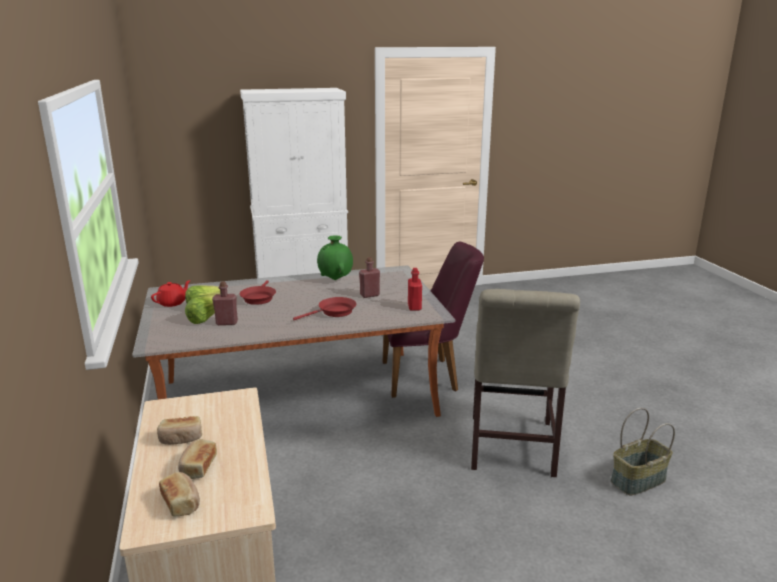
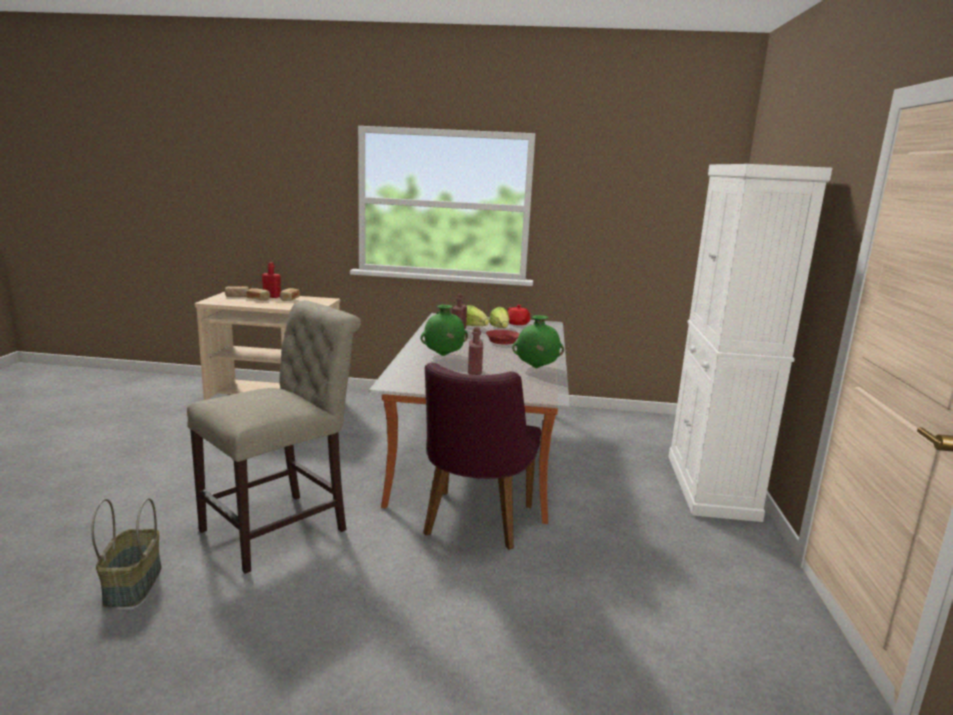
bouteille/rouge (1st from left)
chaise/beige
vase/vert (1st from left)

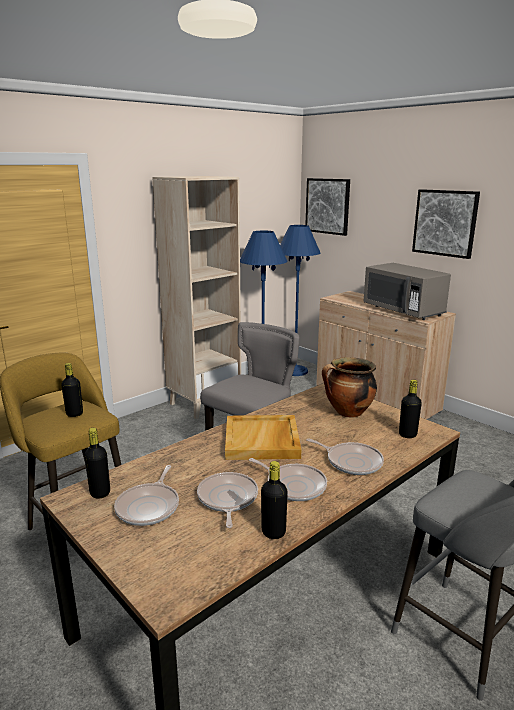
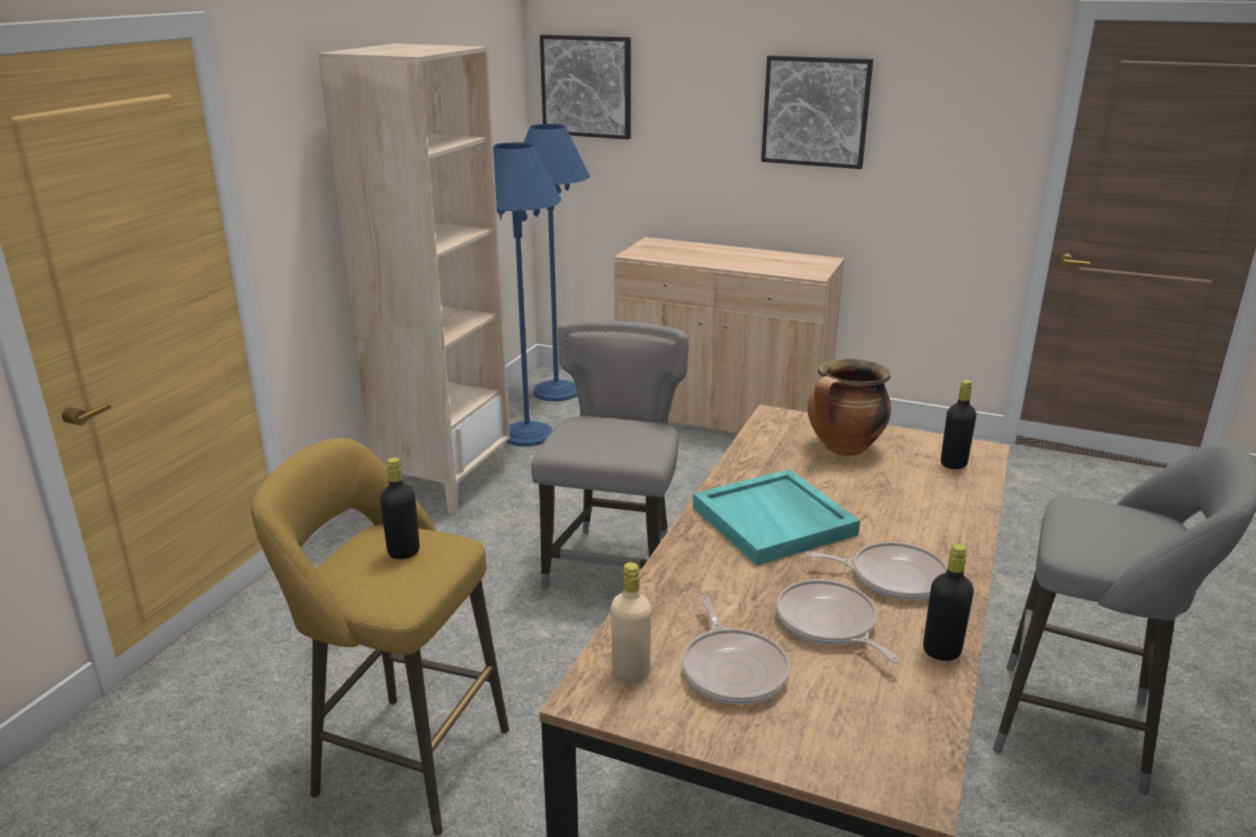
micro-ondes/gris
plateau/turquoise
bouteille/beige
poêle (4th from left in the first image)

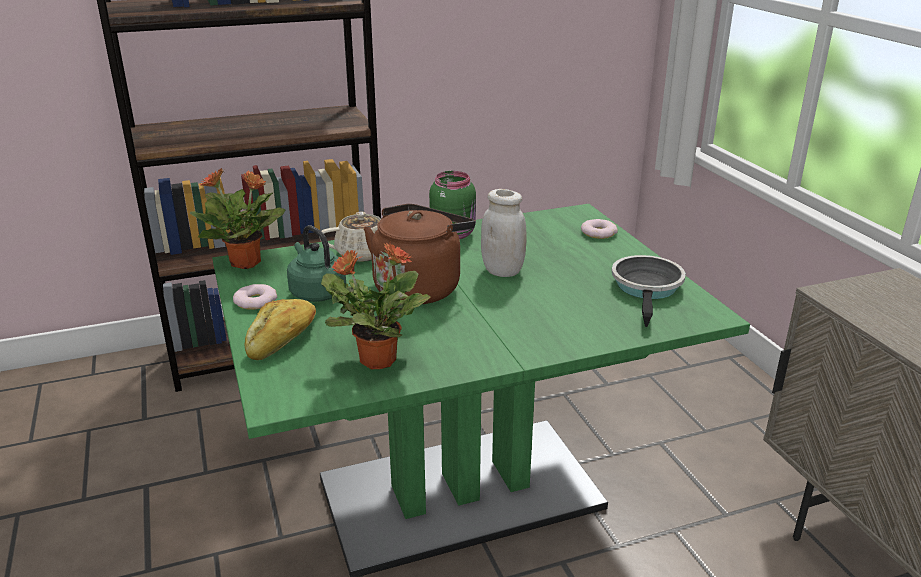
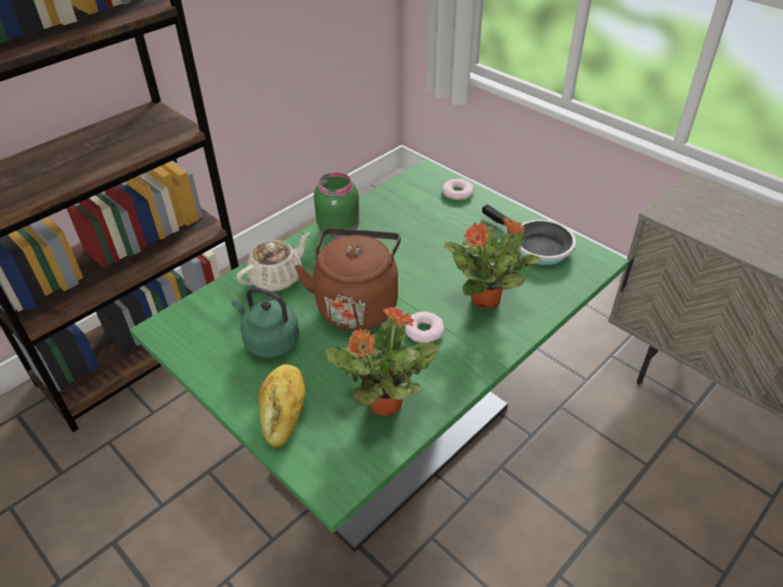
plante en pot (2nd from left)
bocal/blanc
poêle
beignet (1st from left)

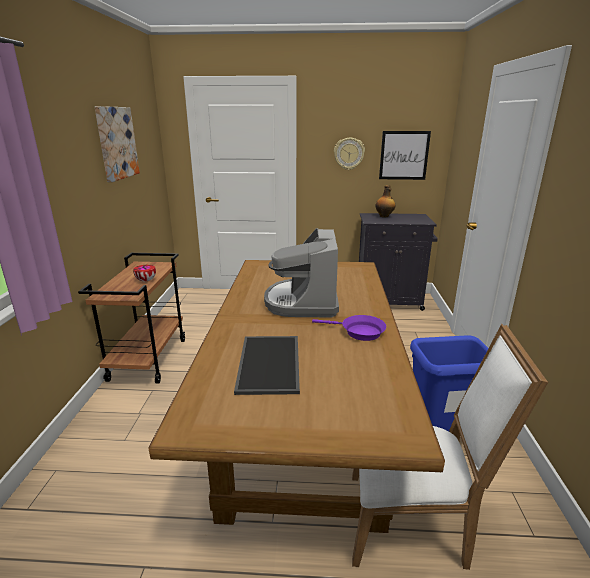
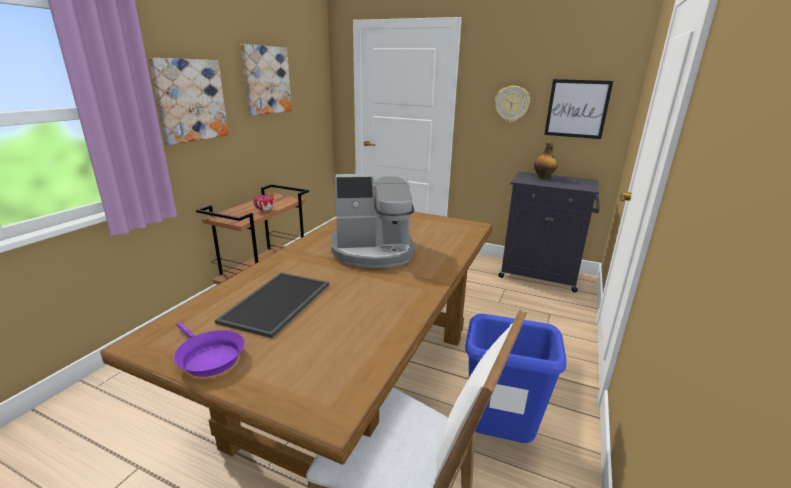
machine à café
poêle/violet
tableau (1st from left)

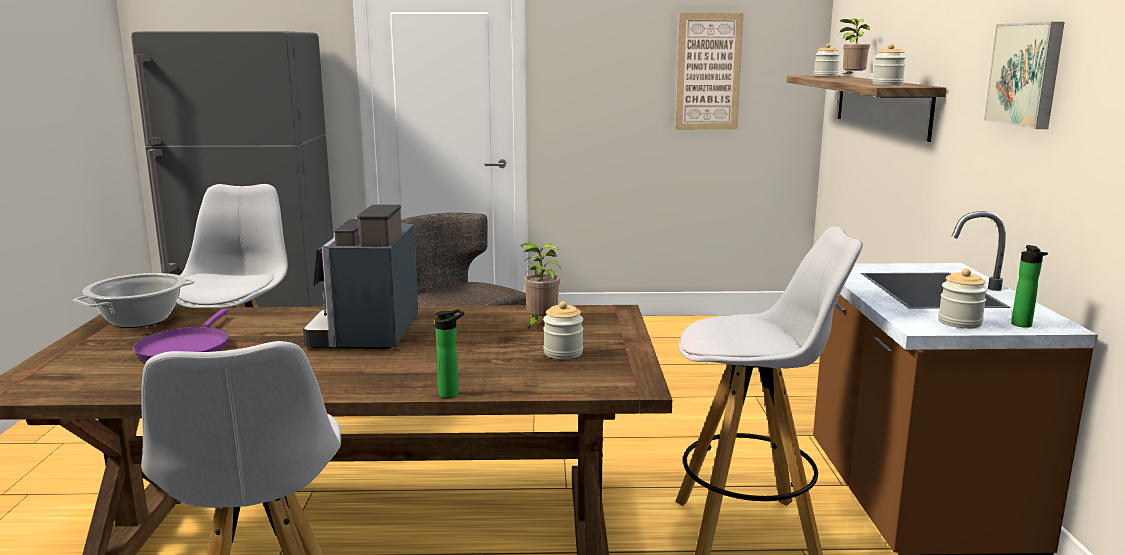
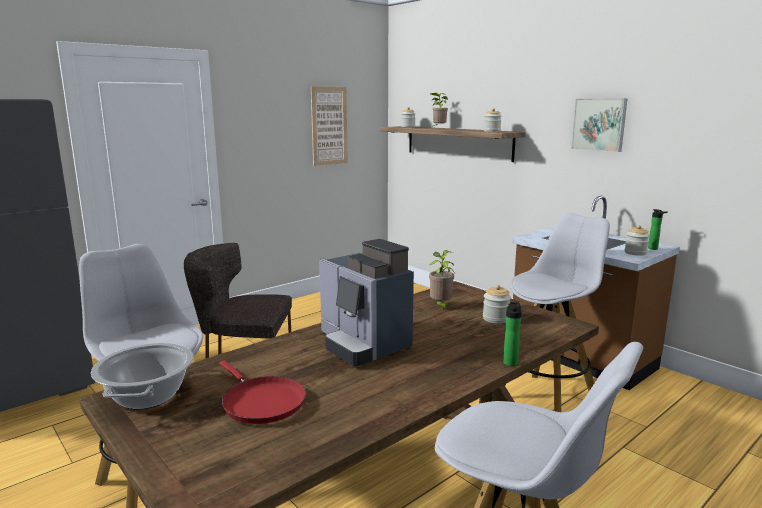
poêle/rouge

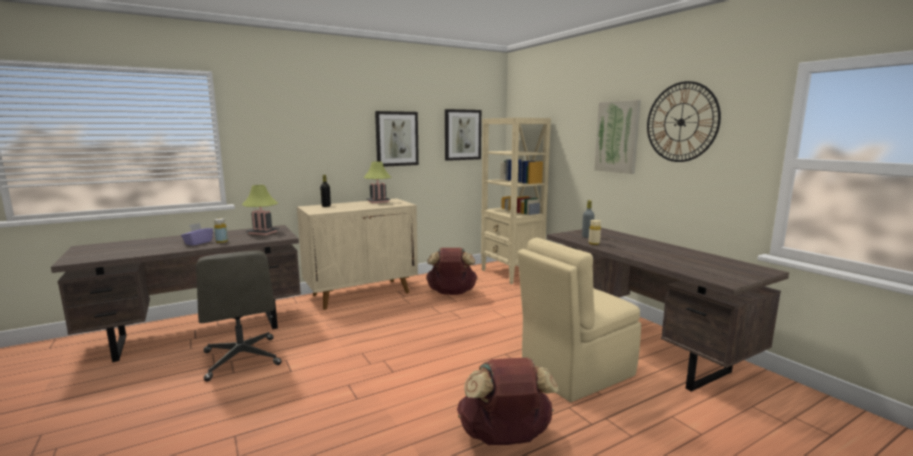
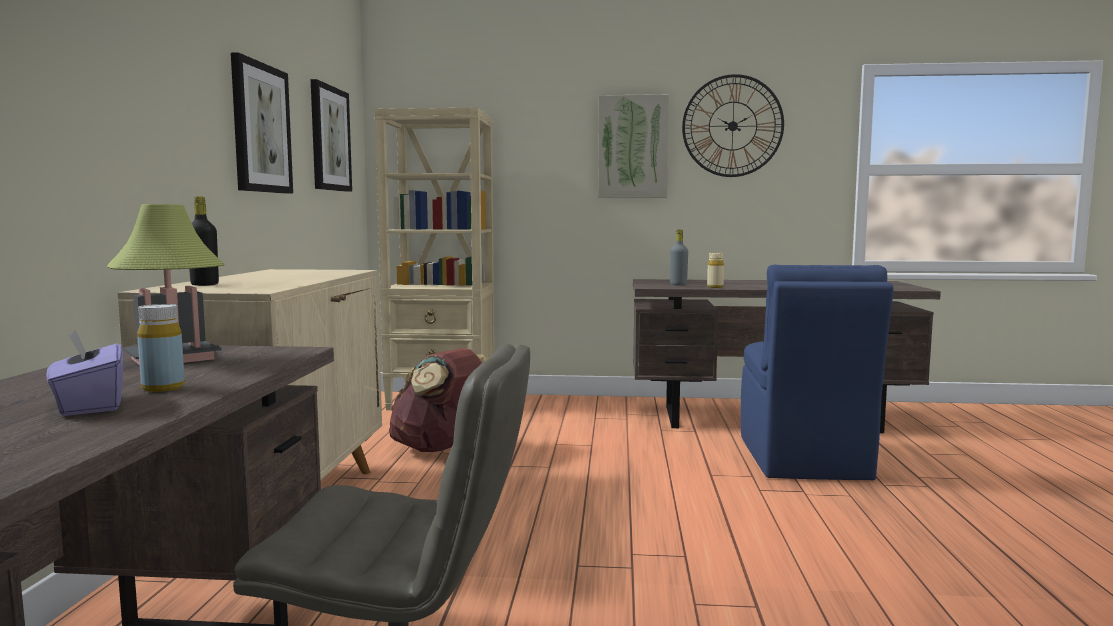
lampe de table (2nd from left in the first image)
chaise/bleu
sac à dos/marron (2nd from left in the first image)

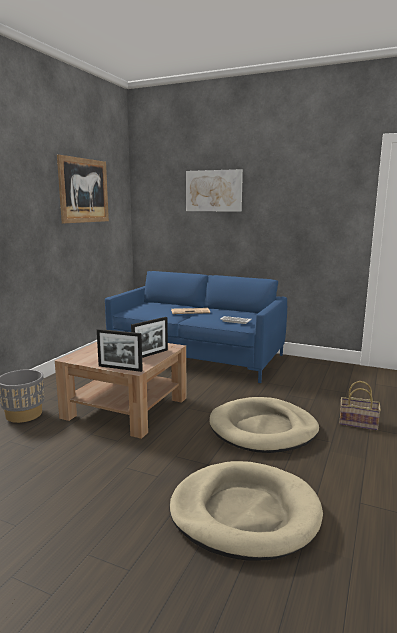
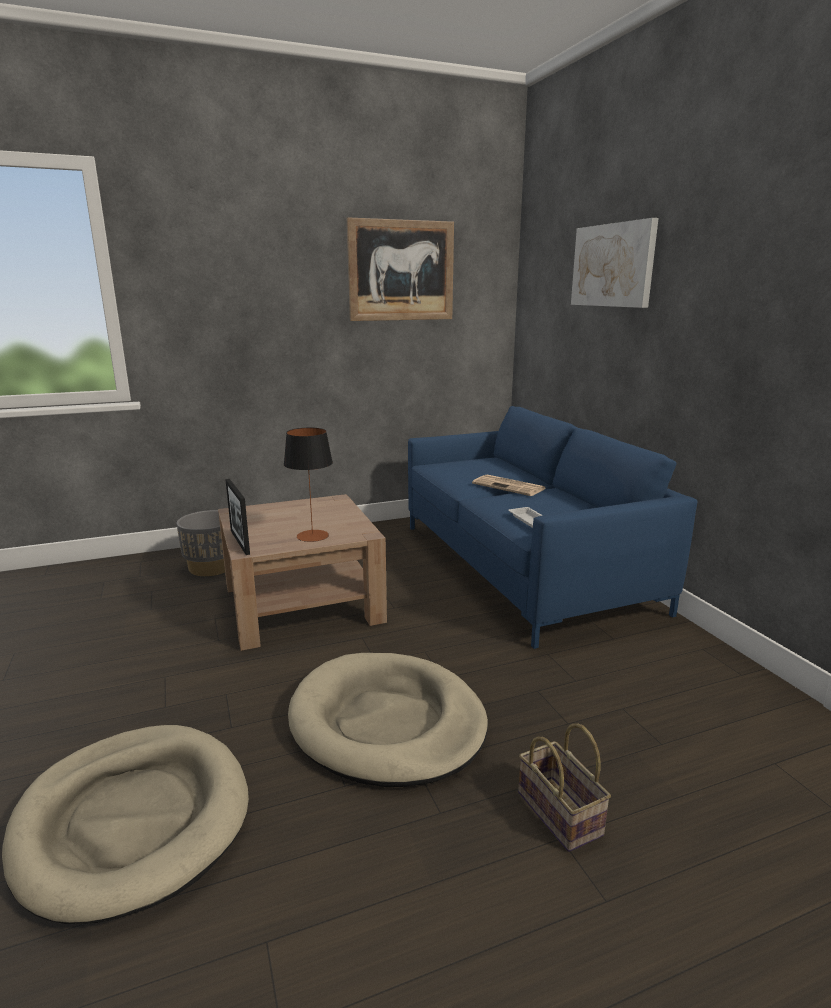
lampe de table

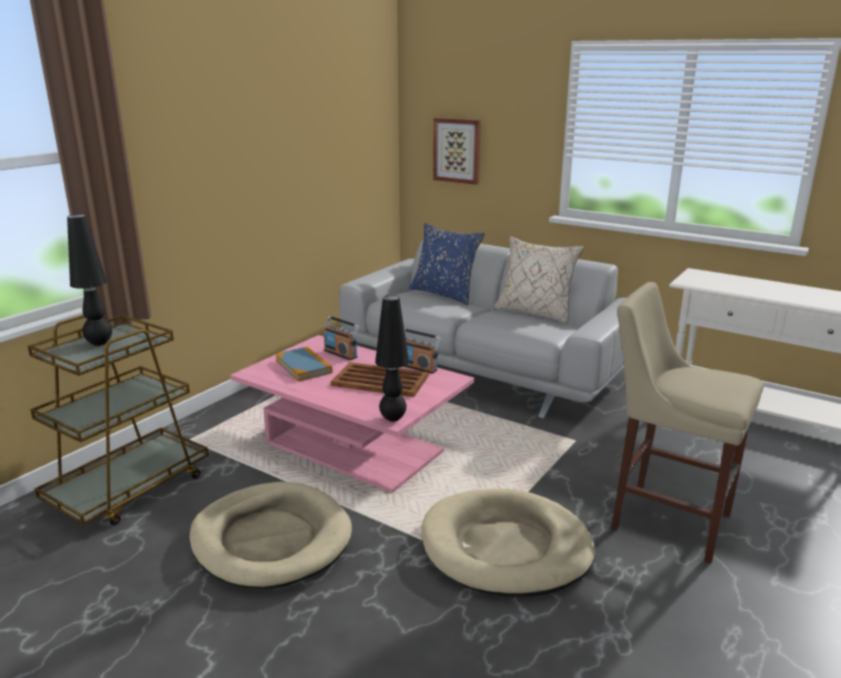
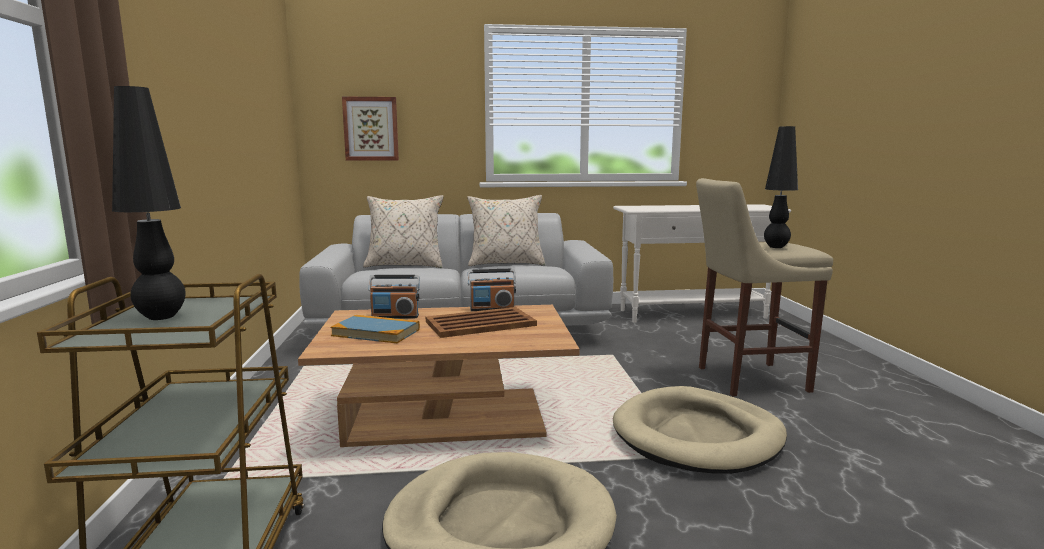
coussin/beige (1st from left)
lampe de table/noir (2nd from left)
table basse/marron

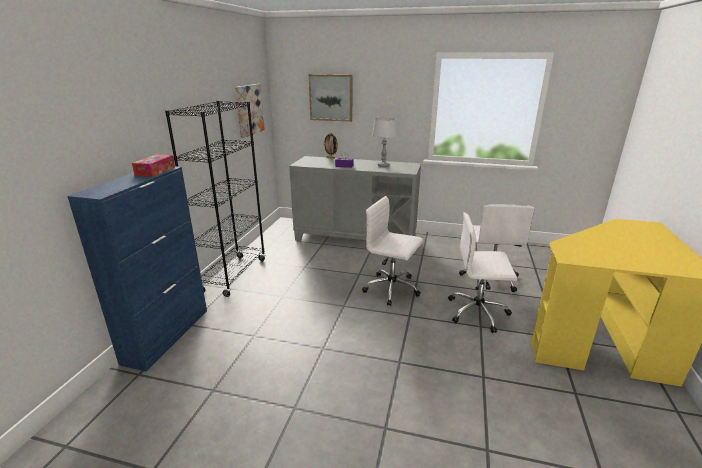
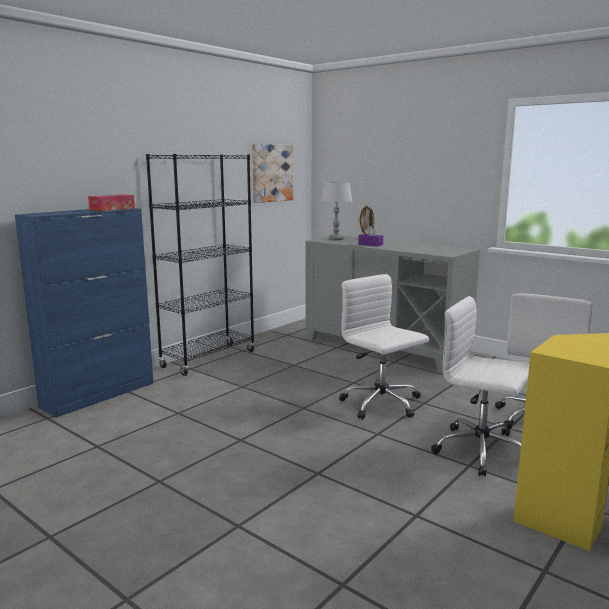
tableau (2nd from left in the first image)
lampe de table/gris

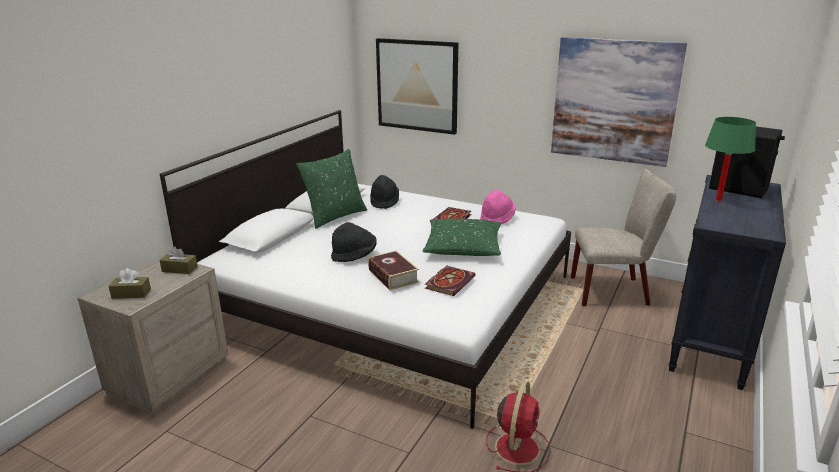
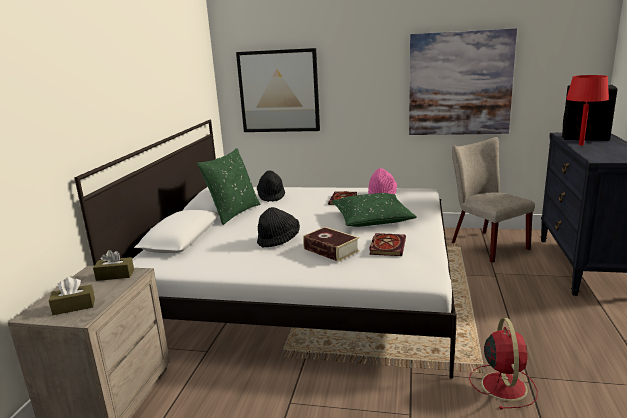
lampe de table/rouge
chaise/beige

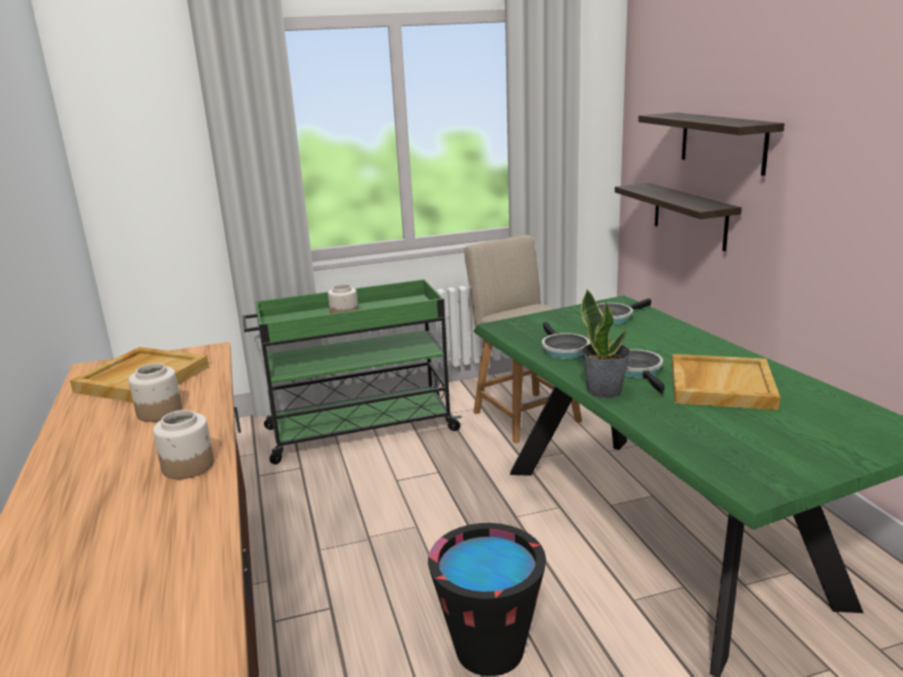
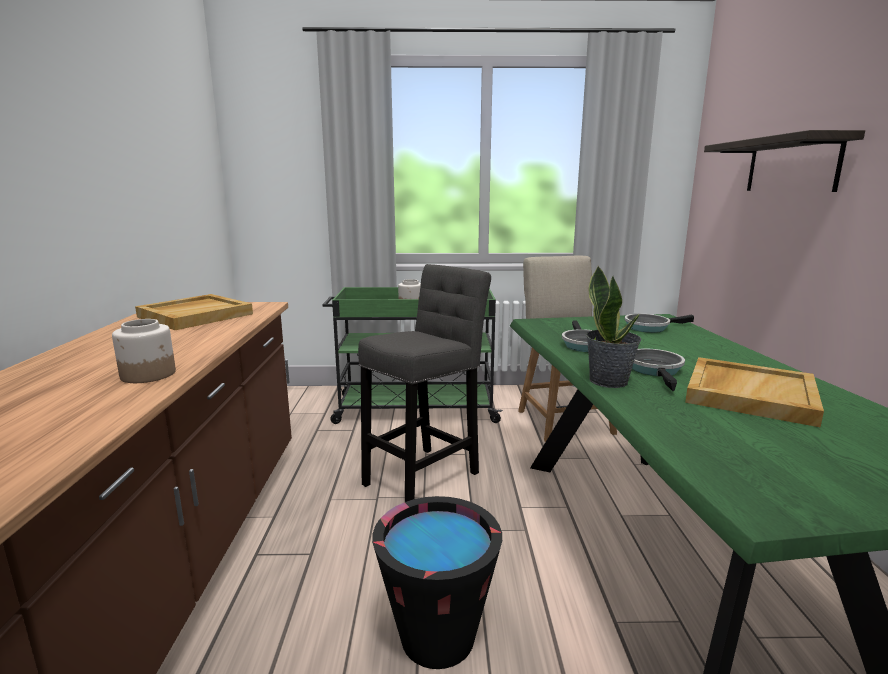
étagère (1st from left in the first image)
bocal (1st from left in the first image)
tabouret/gris

